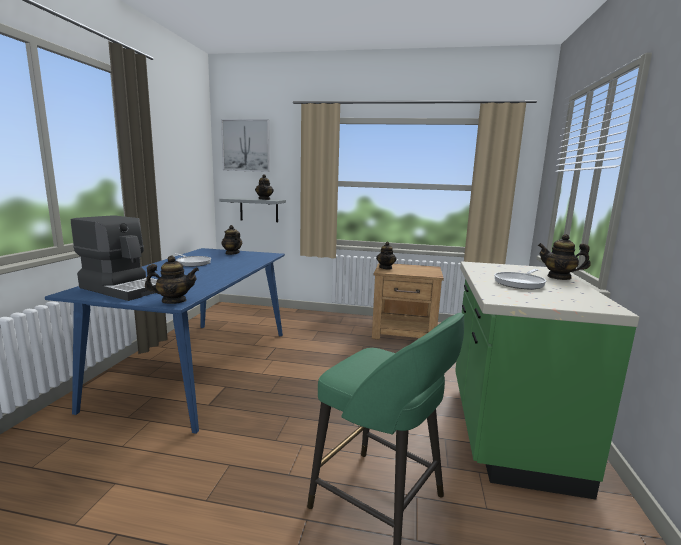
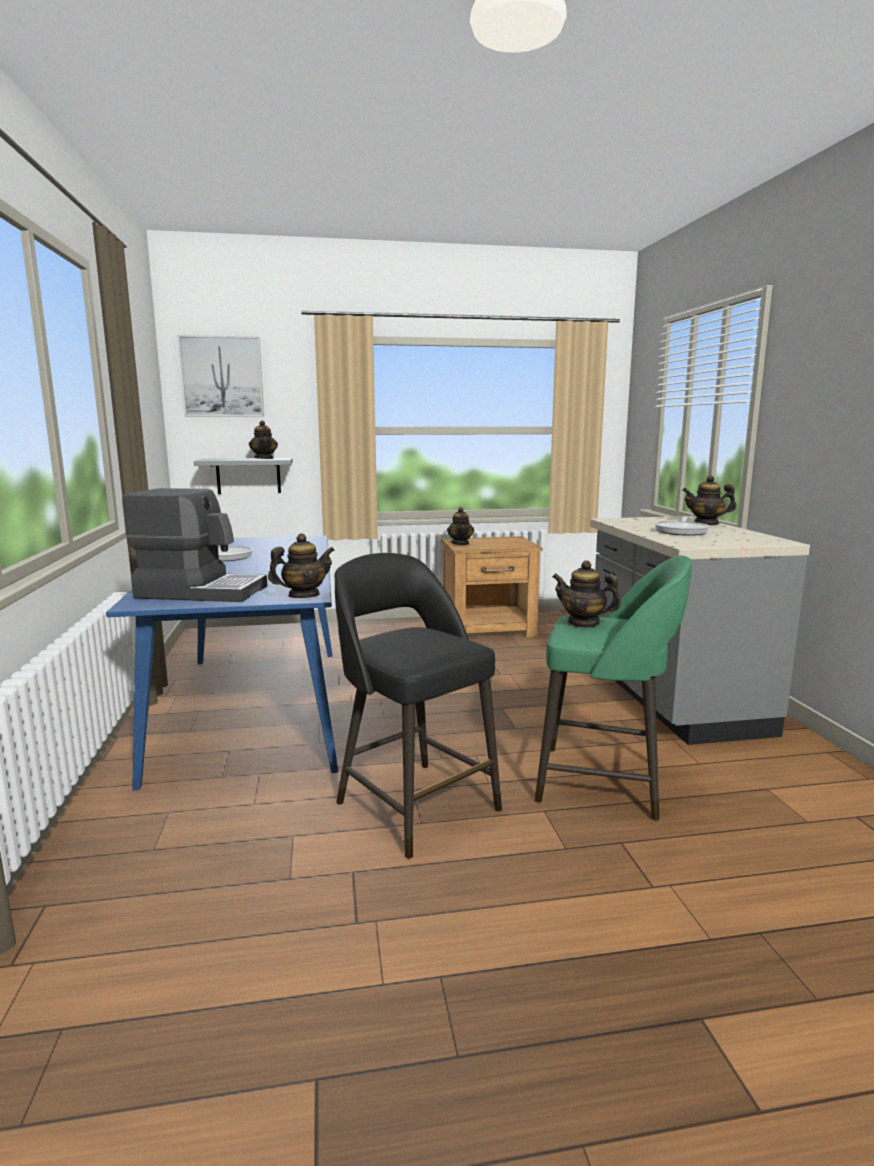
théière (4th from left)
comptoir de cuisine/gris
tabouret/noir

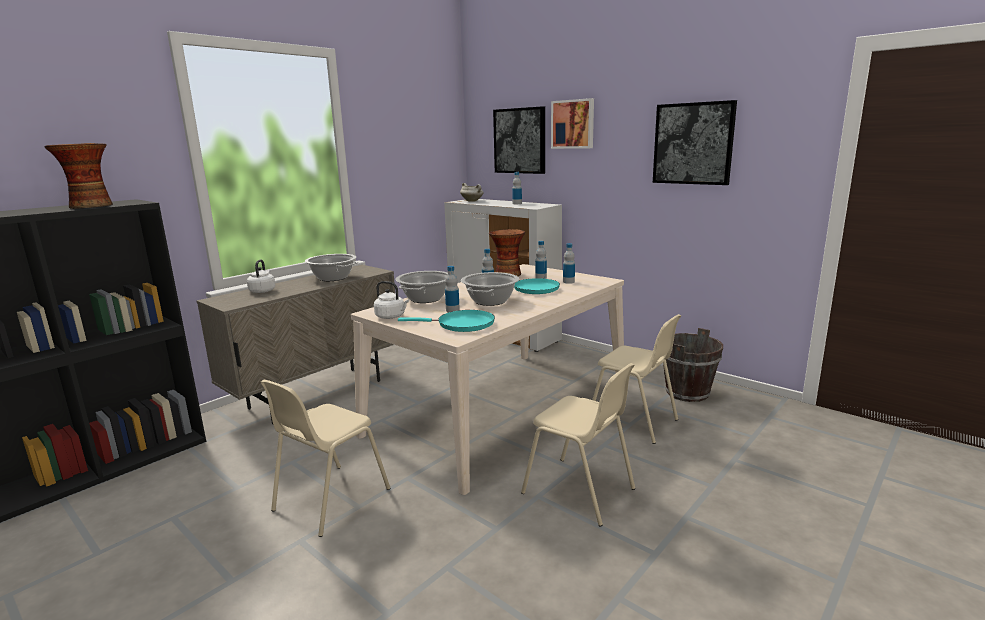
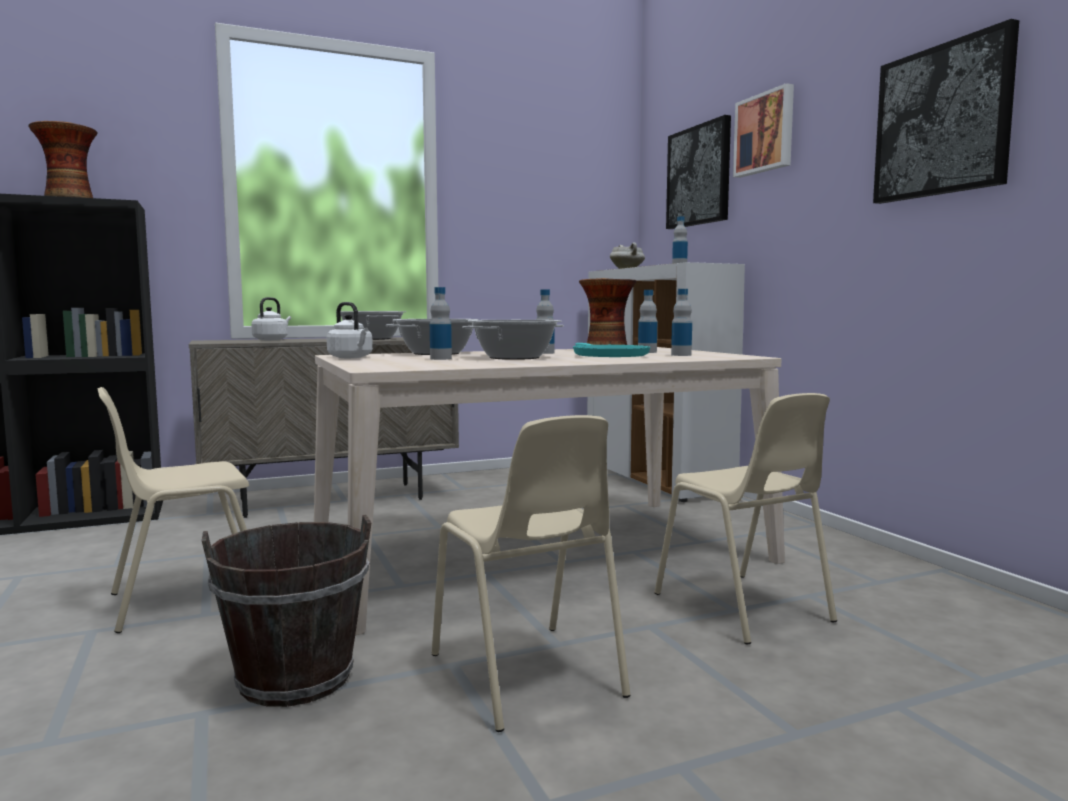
poêle/turquoise (1st from left in the first image)
seau/marron

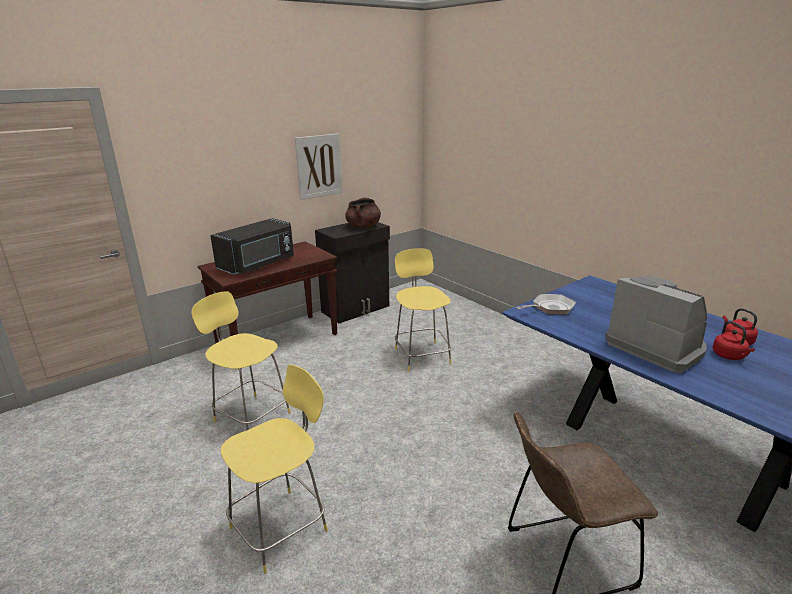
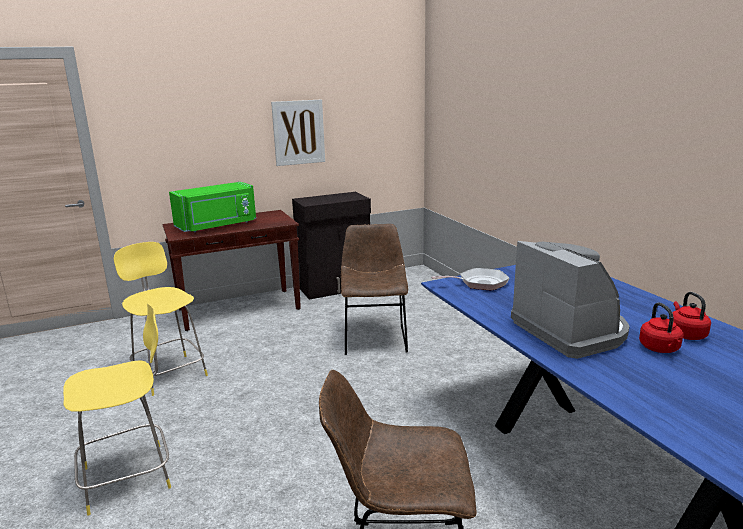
marmite/marron
micro-ondes/vert
chaise/marron (1st from left)

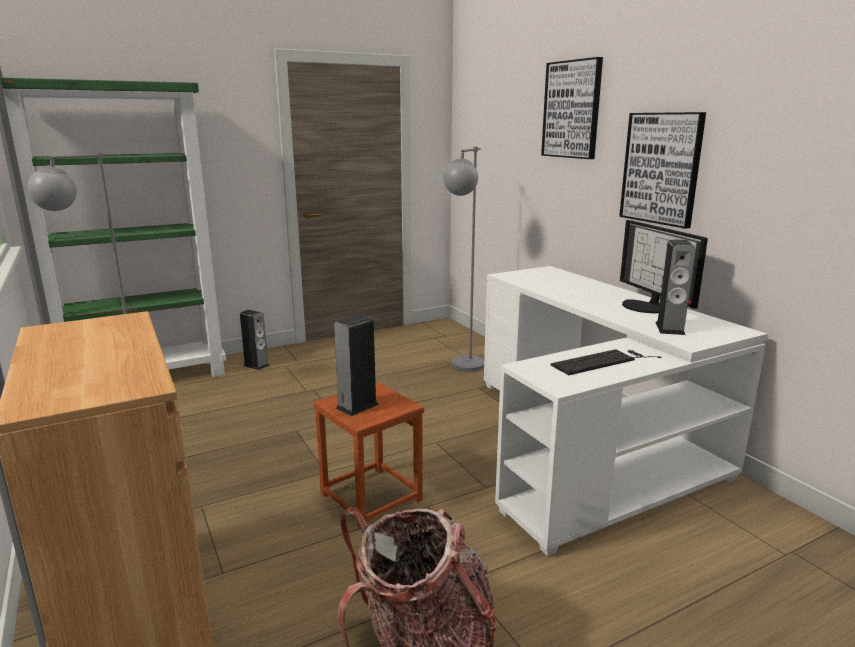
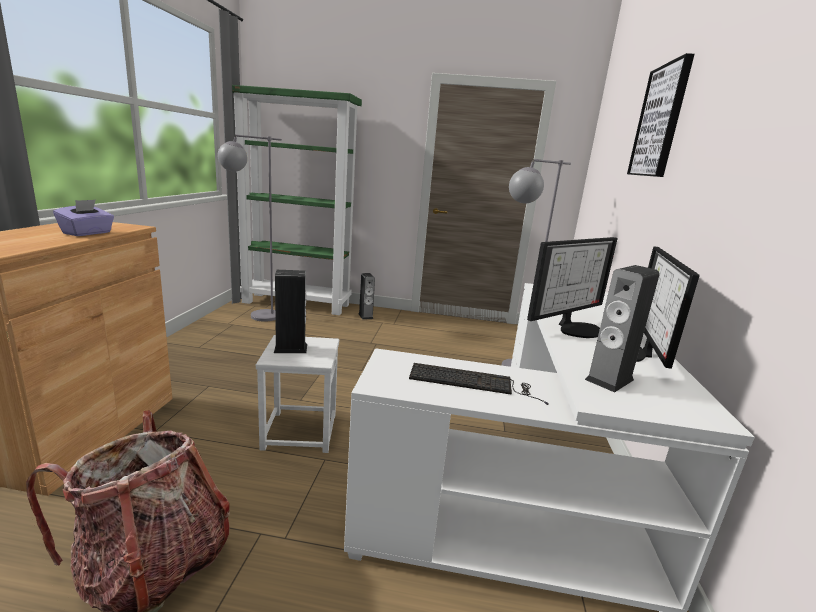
tableau (2nd from left in the first image)
tabouret/blanc
boîte à mouchoirs/violet
écran d'ordinateur (1st from left)

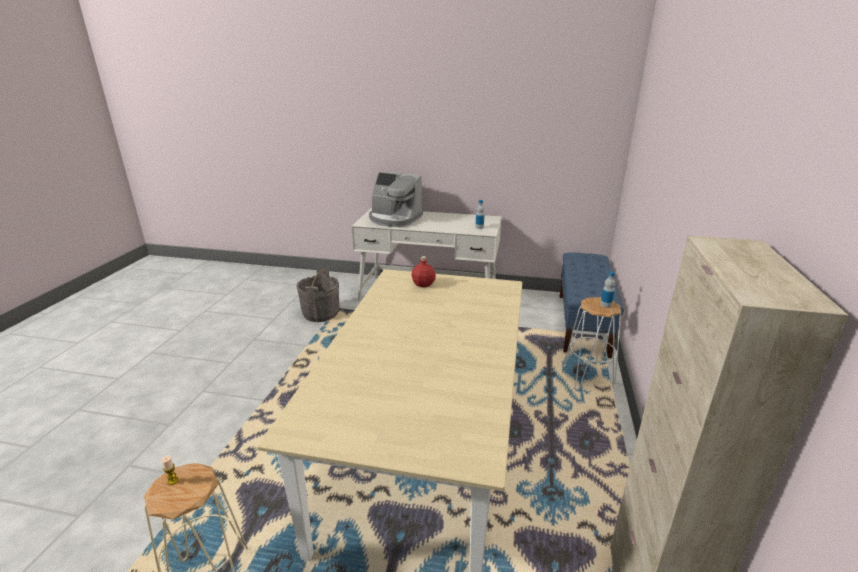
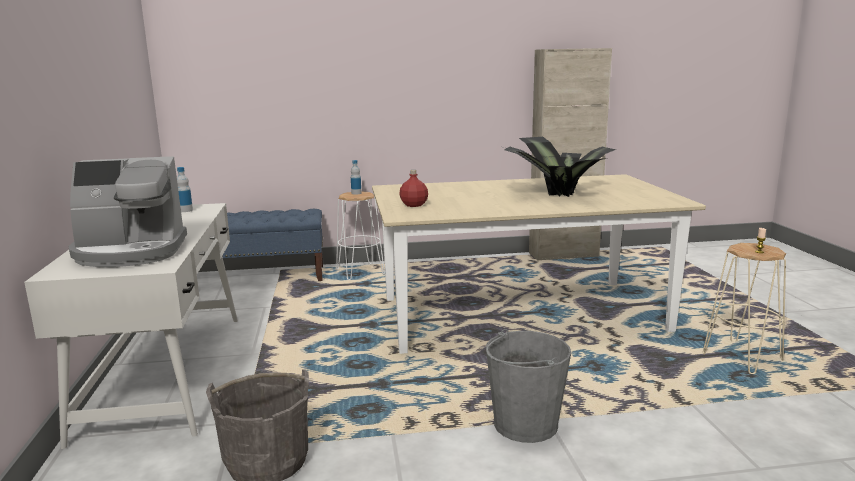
machine à café
plante en pot
seau/gris (2nd from left)

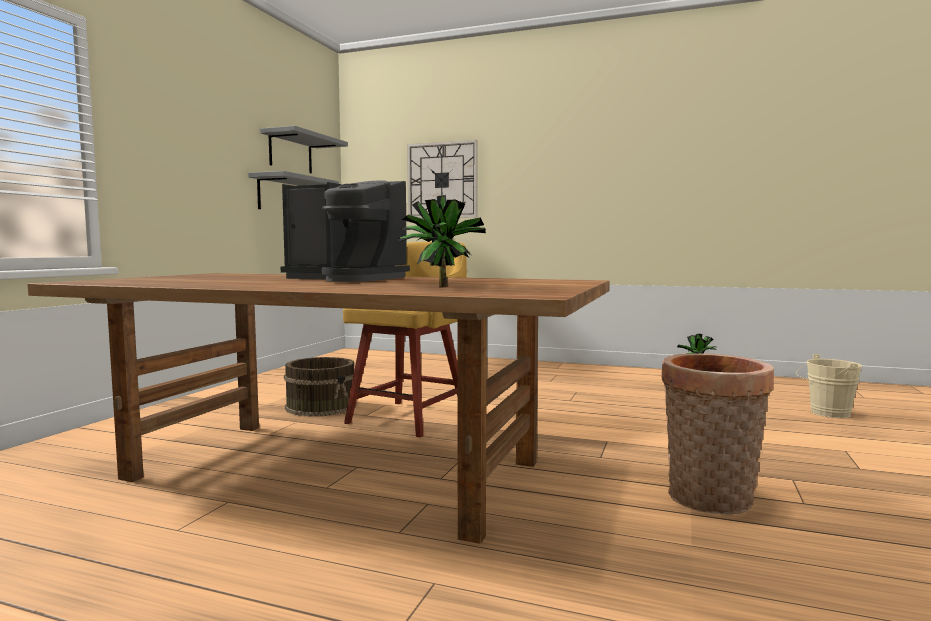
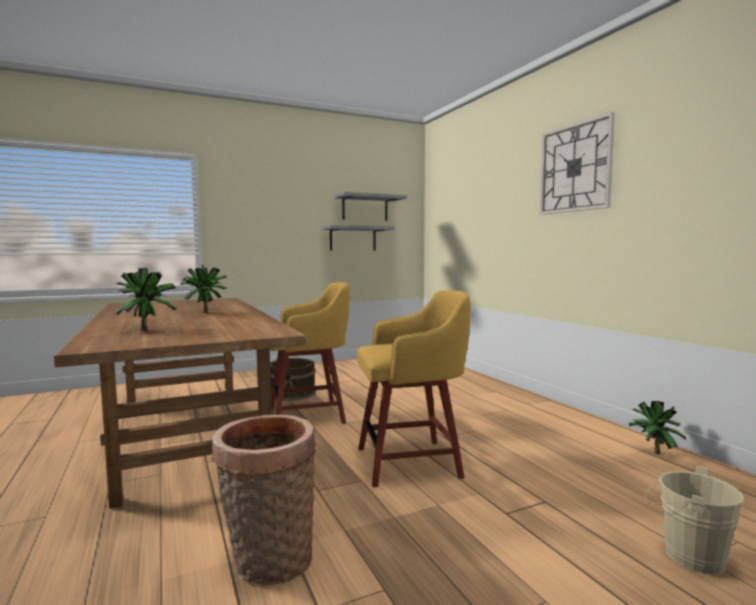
horloge murale
plante en pot (2nd from left)
tabouret/jaune (2nd from left)

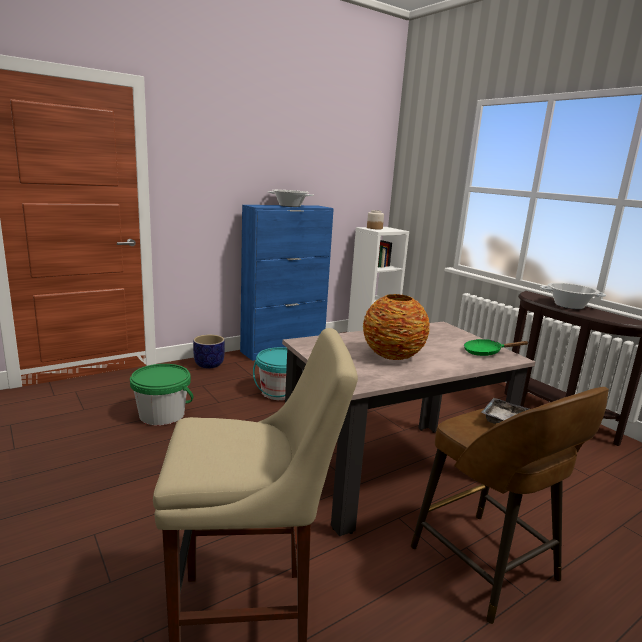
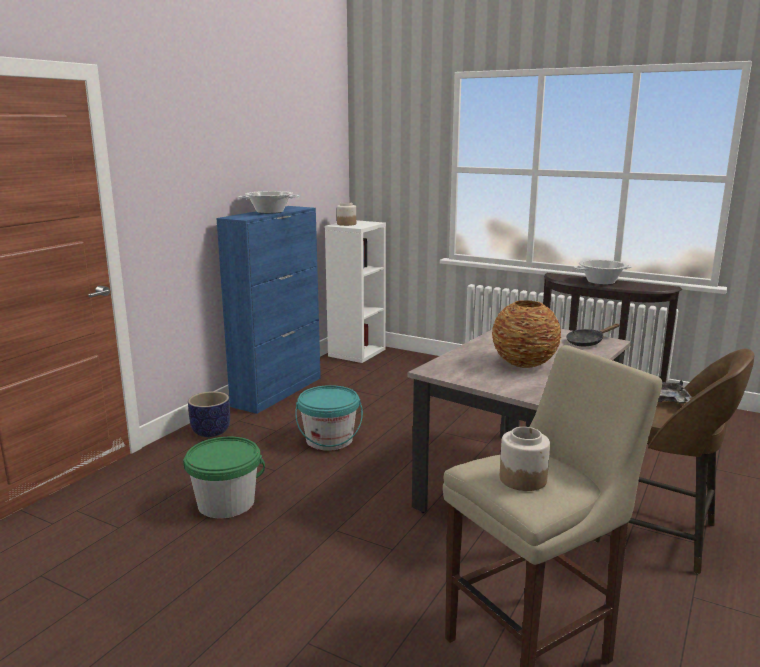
poêle/noir
bocal (2nd from left)

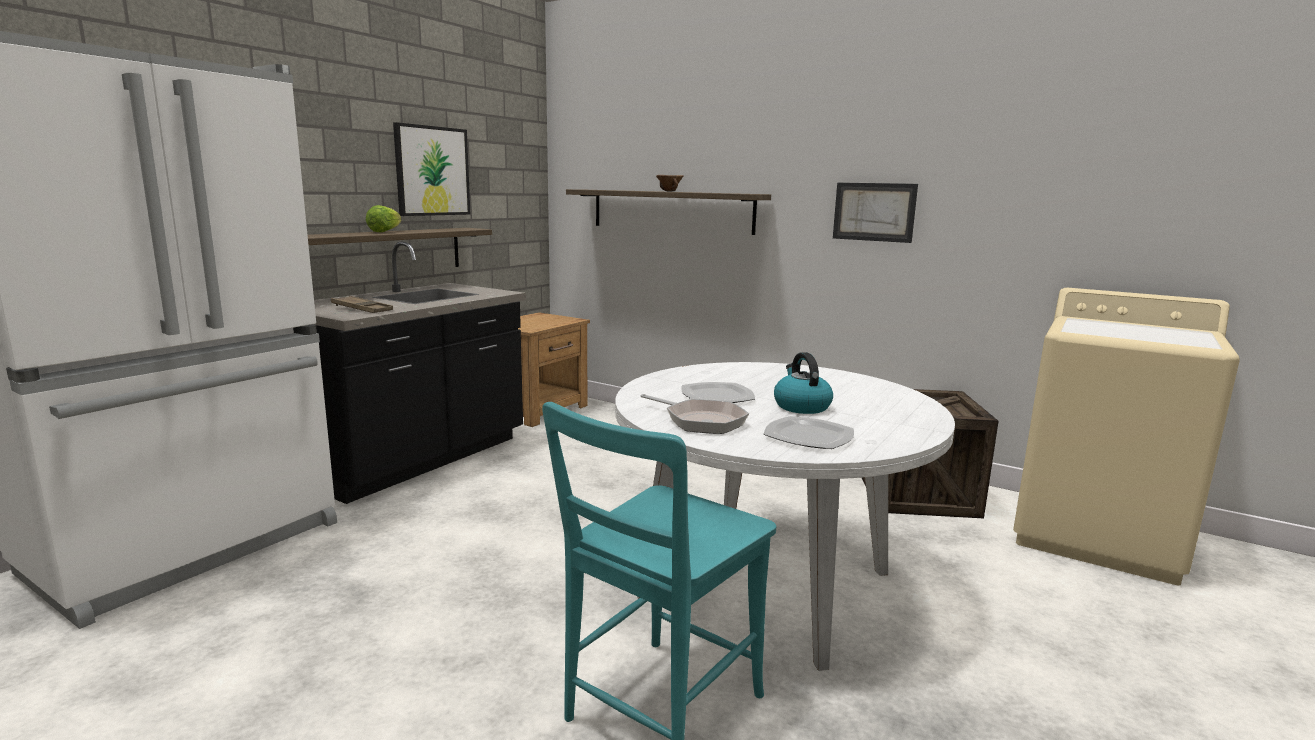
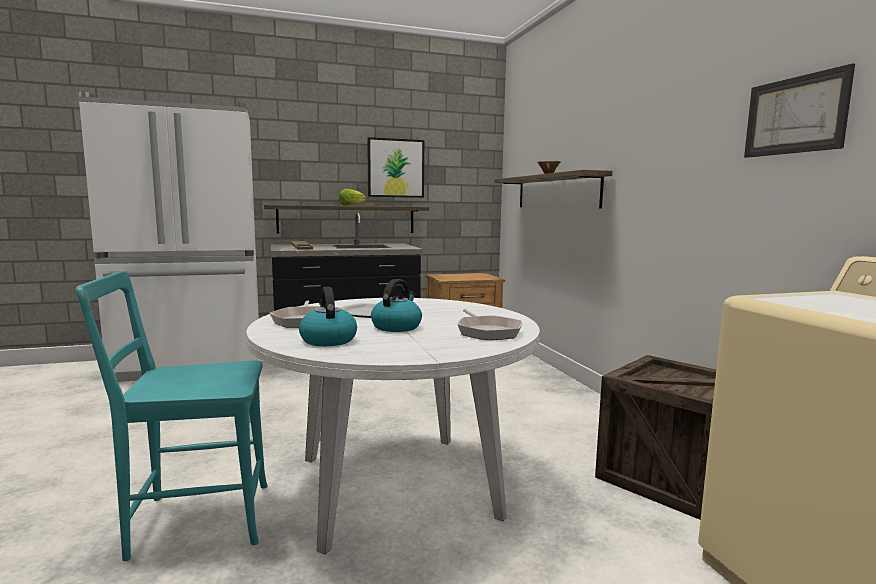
tableau (2nd from left)
bouilloire (1st from left)
poêle (2nd from left)

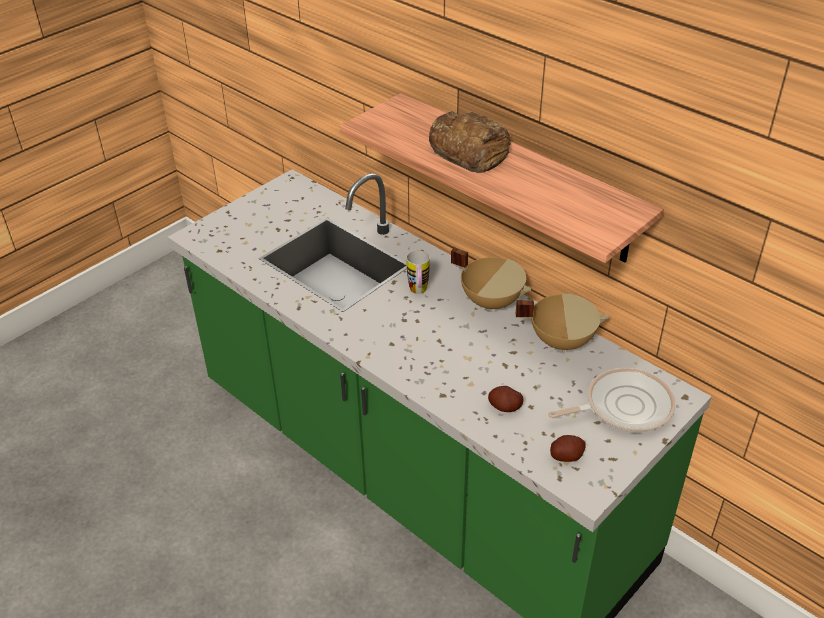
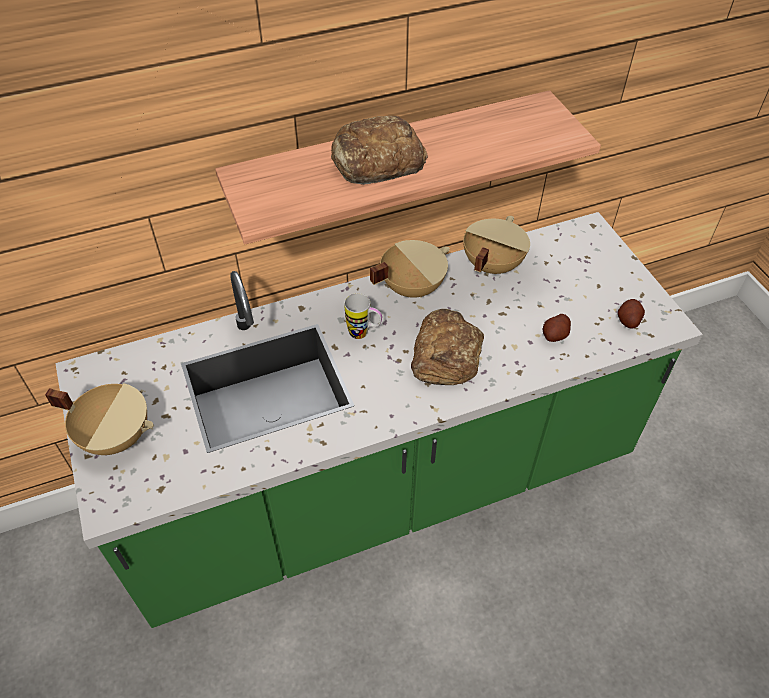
poêle
pain (2nd from left)
marmite/beige (1st from left)

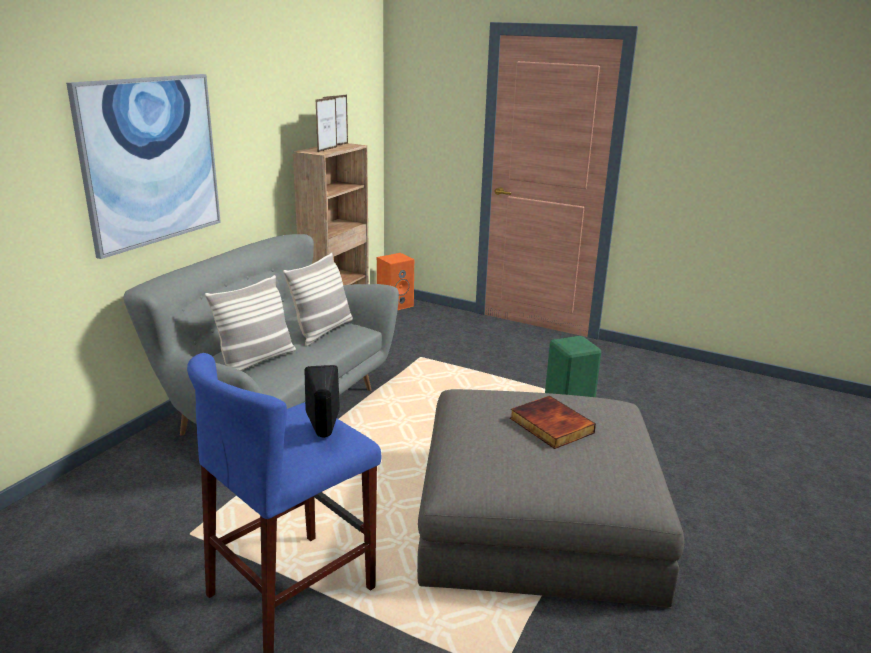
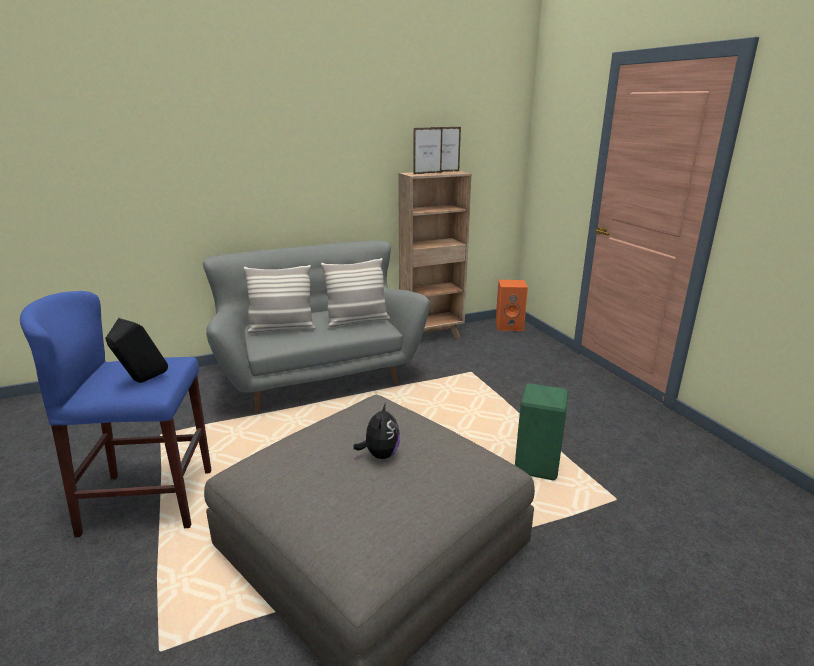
tableau
peluche

